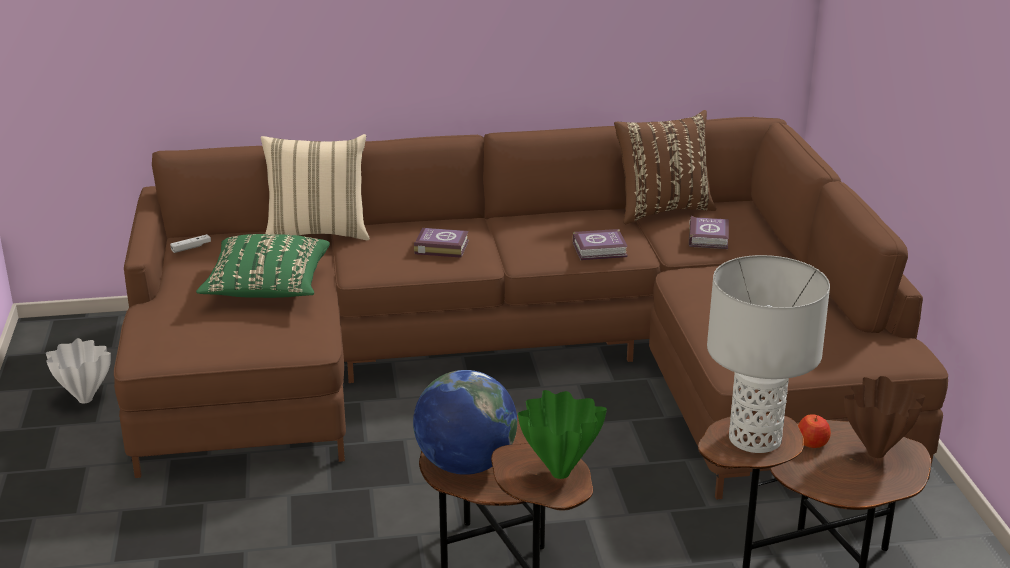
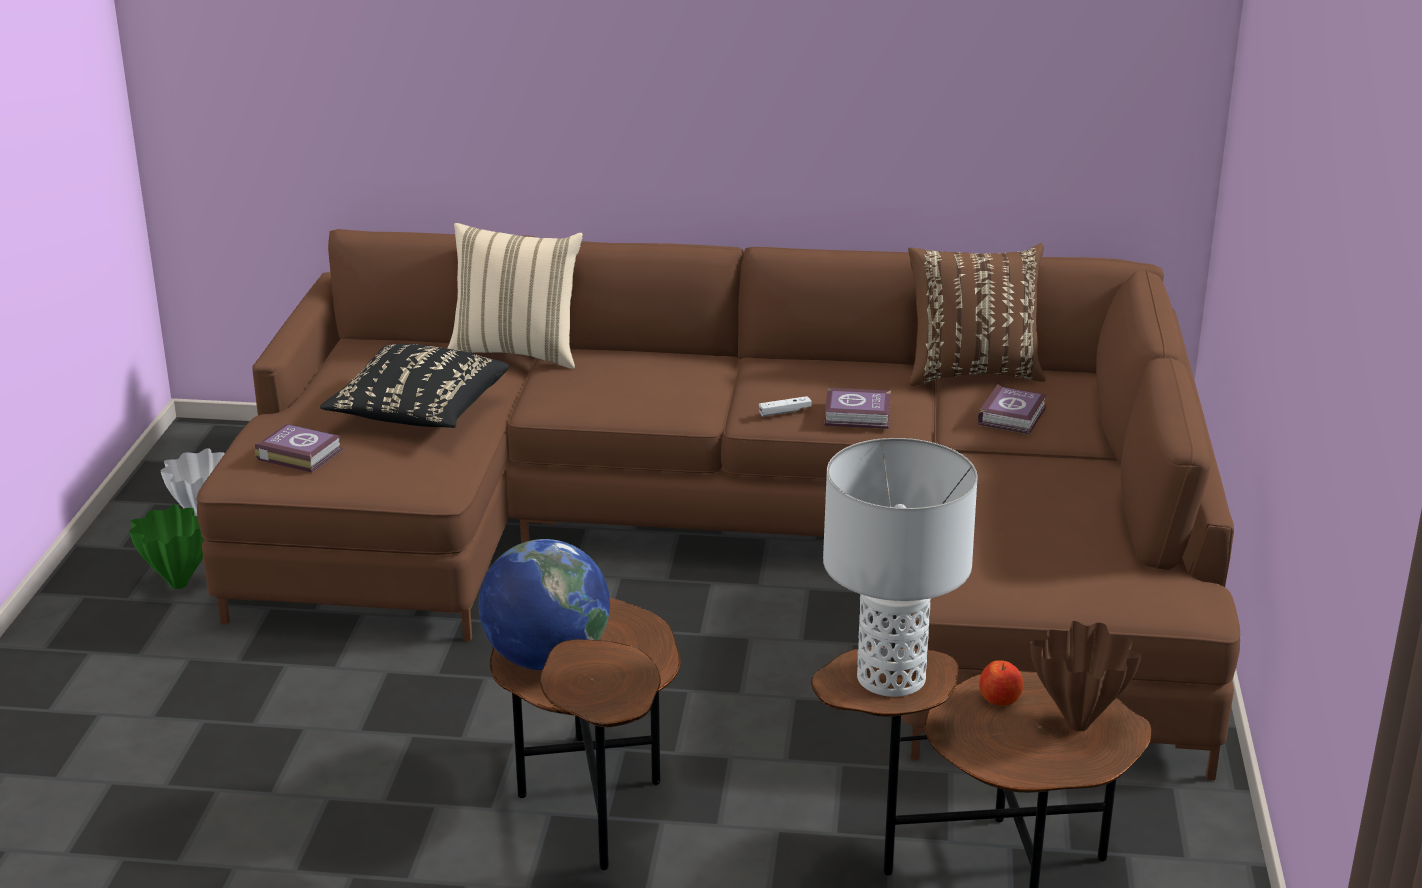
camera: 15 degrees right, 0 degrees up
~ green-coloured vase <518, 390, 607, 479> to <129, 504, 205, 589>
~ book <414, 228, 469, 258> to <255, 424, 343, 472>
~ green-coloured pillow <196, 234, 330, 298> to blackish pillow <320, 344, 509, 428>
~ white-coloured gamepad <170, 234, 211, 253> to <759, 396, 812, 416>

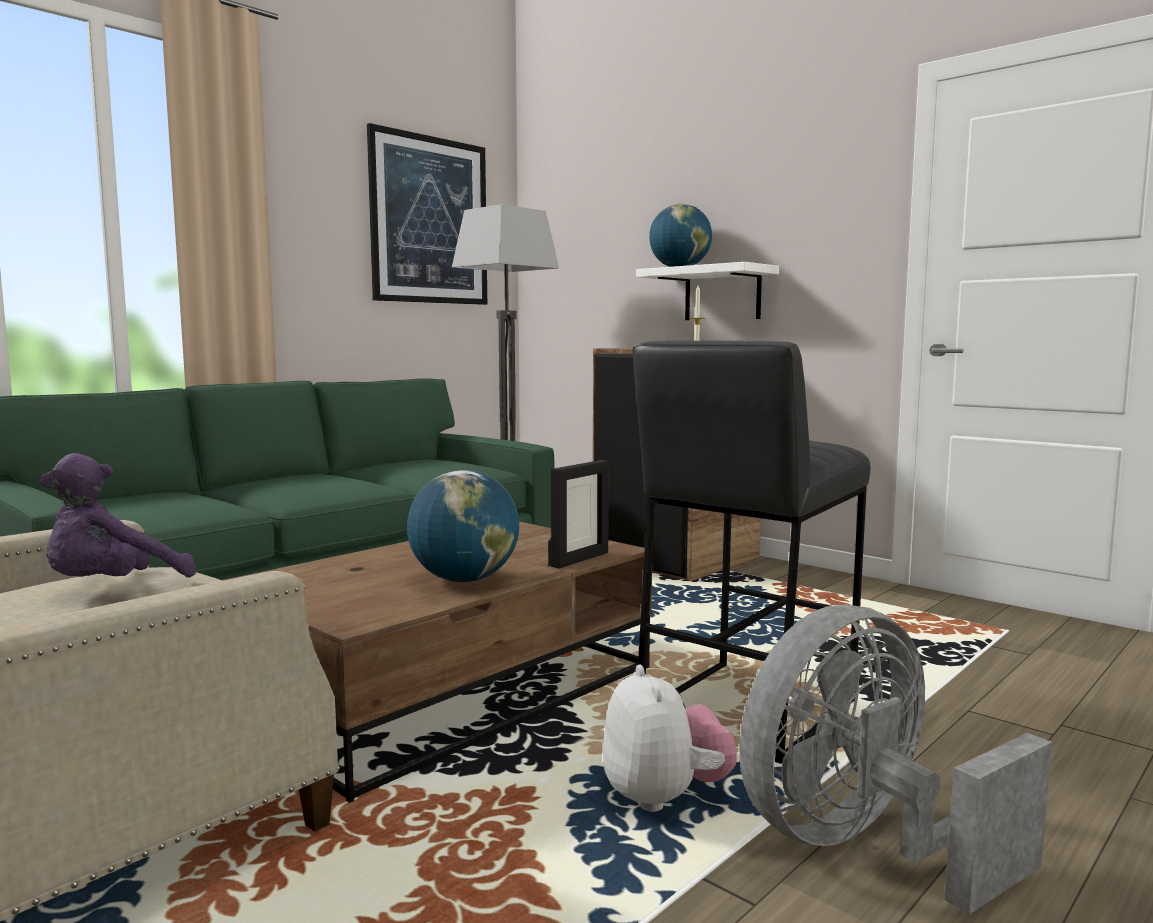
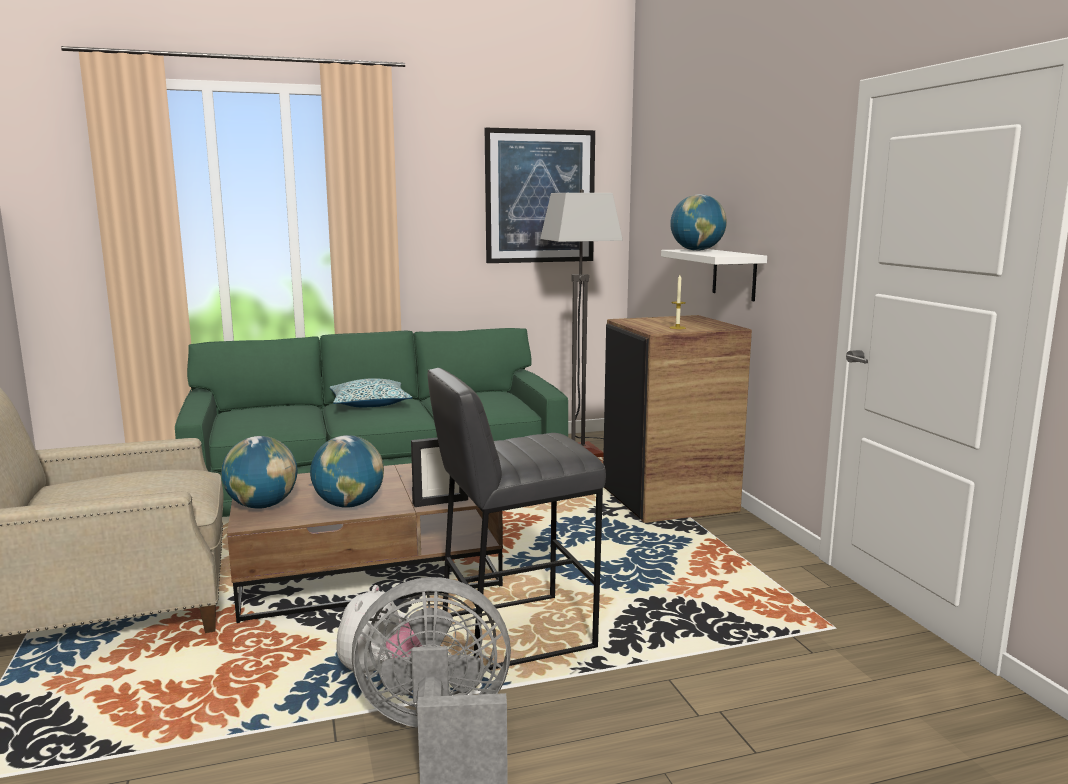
camera: 30 degrees right, 5 degrees up
+ globe <221, 436, 297, 509>
+ pillow <329, 378, 413, 407>
- purplish plush toy <39, 453, 196, 578>

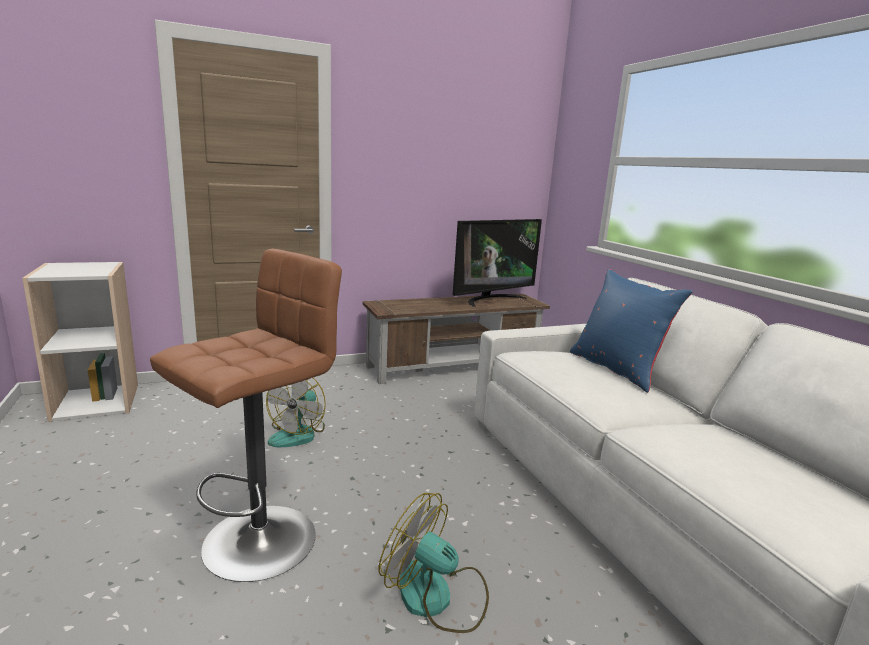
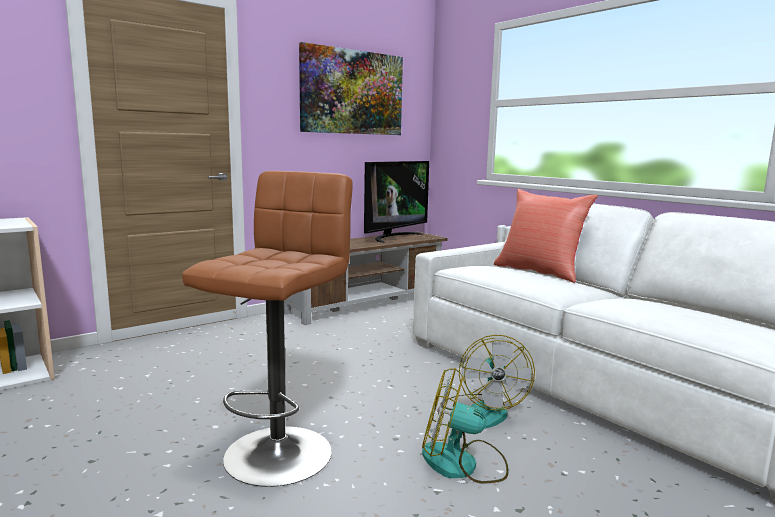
camera: 15 degrees left, 5 degrees down
+ wall art <299, 42, 403, 135>
~ electric fan <266, 378, 326, 447> to <440, 335, 535, 429>
~ bluish pillow <570, 269, 693, 393> to red pillow <494, 189, 598, 283>

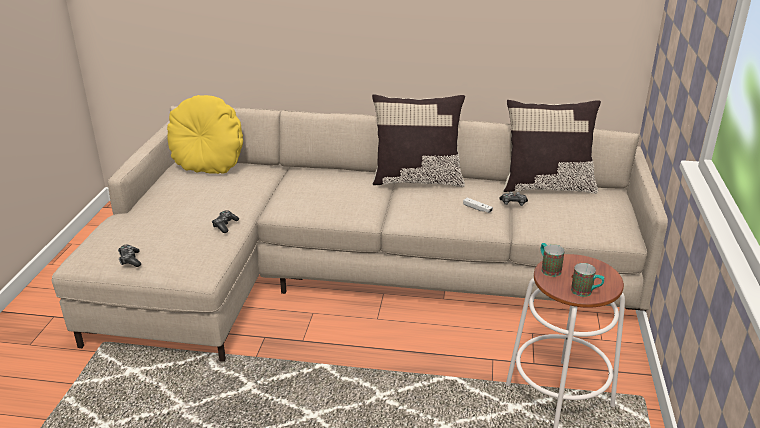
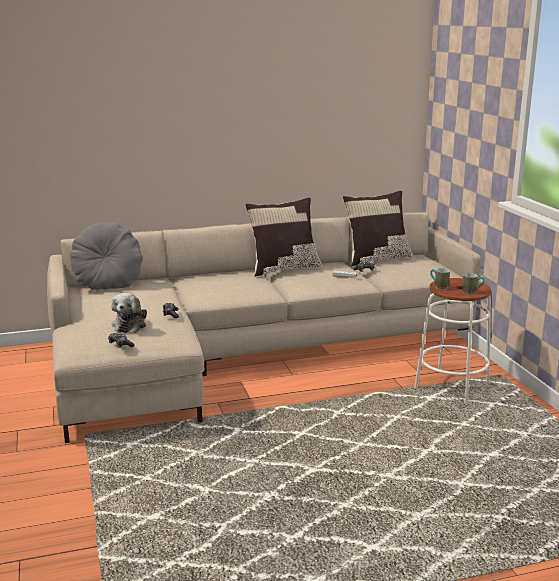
camera: 25 degrees left, 10 degrees down
~ yellowish pillow <167, 95, 243, 174> to gray pillow <70, 222, 143, 290>
+ plush toy <111, 293, 147, 333>

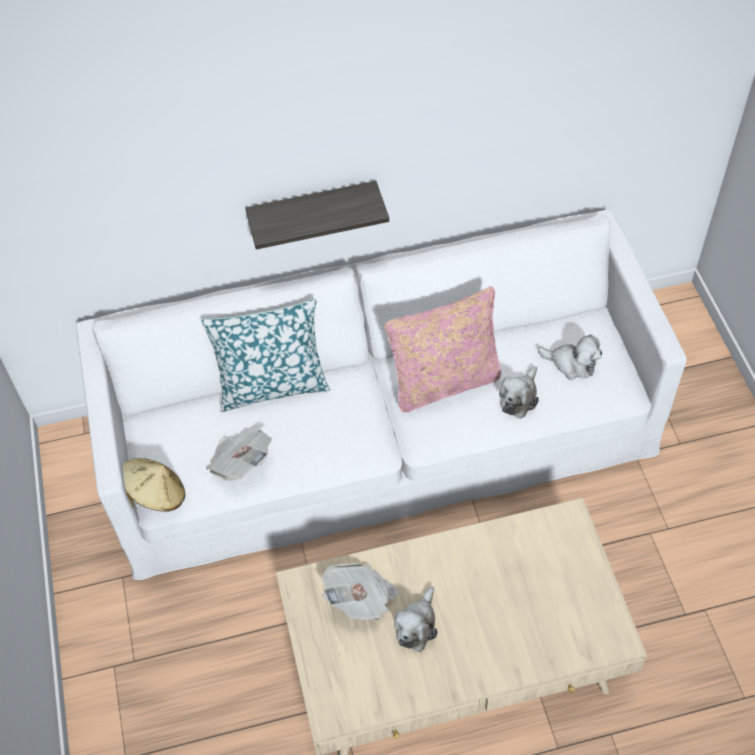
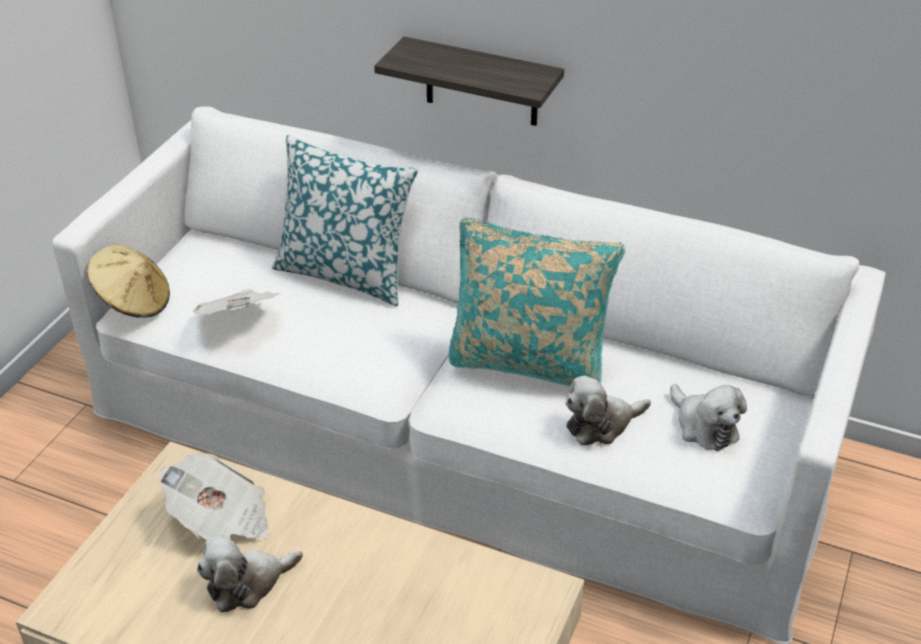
camera: 35 degrees right, 15 degrees down
~ pink-coloured pillow <384, 286, 501, 412> to turquoise-coloured pillow <448, 217, 625, 387>

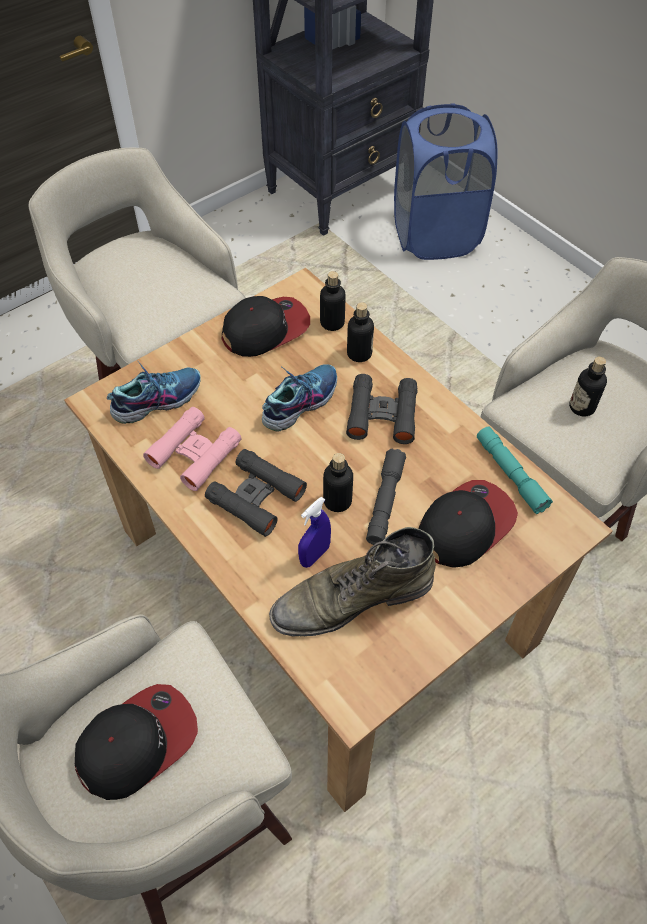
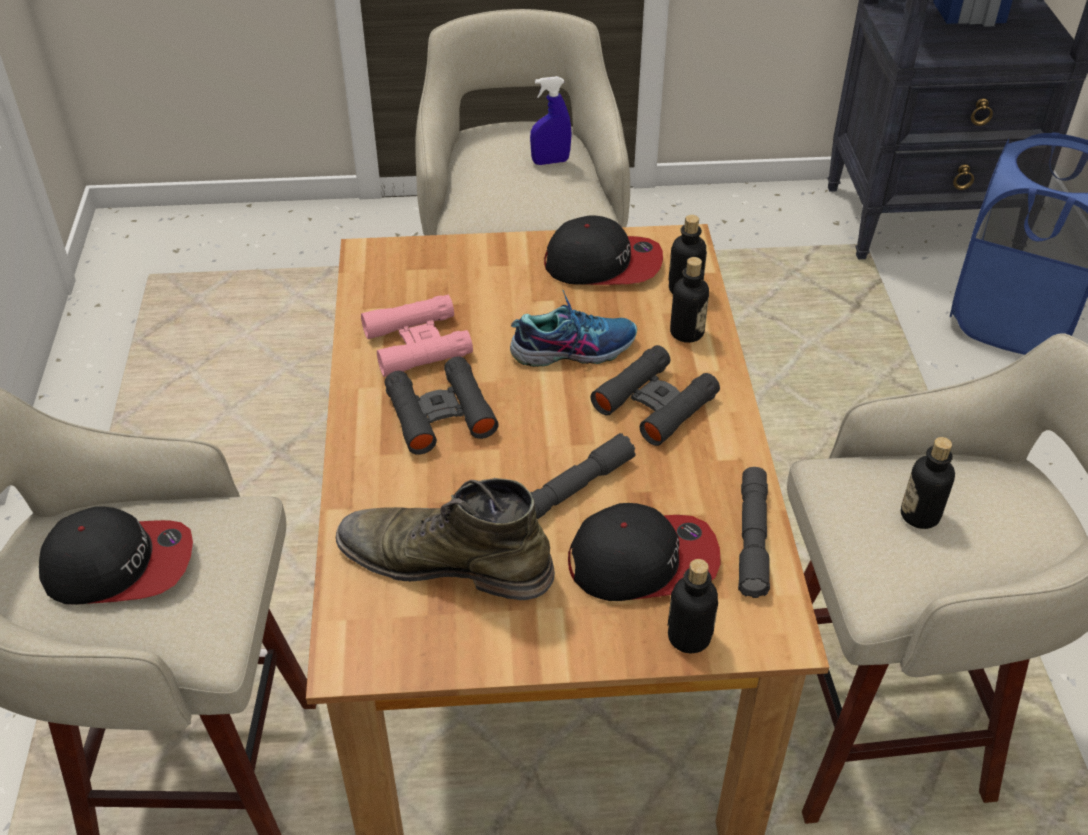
camera: 35 degrees right, 10 degrees down
~ bluish spray bottle <298, 497, 331, 568> to <530, 76, 572, 165>
~ drink bottle <323, 453, 353, 512> to <668, 559, 718, 654>
~ turquoise-coloured torch <477, 427, 553, 514> to gray torch <738, 467, 770, 598>
- low shoe <107, 361, 201, 424>

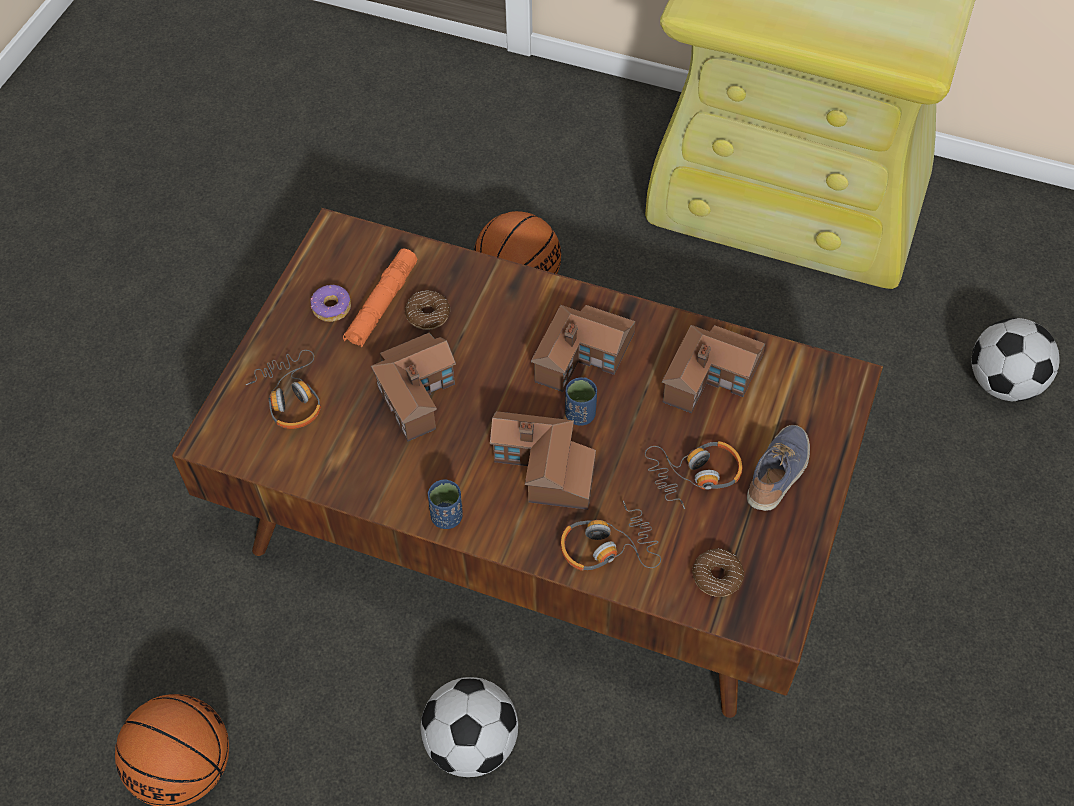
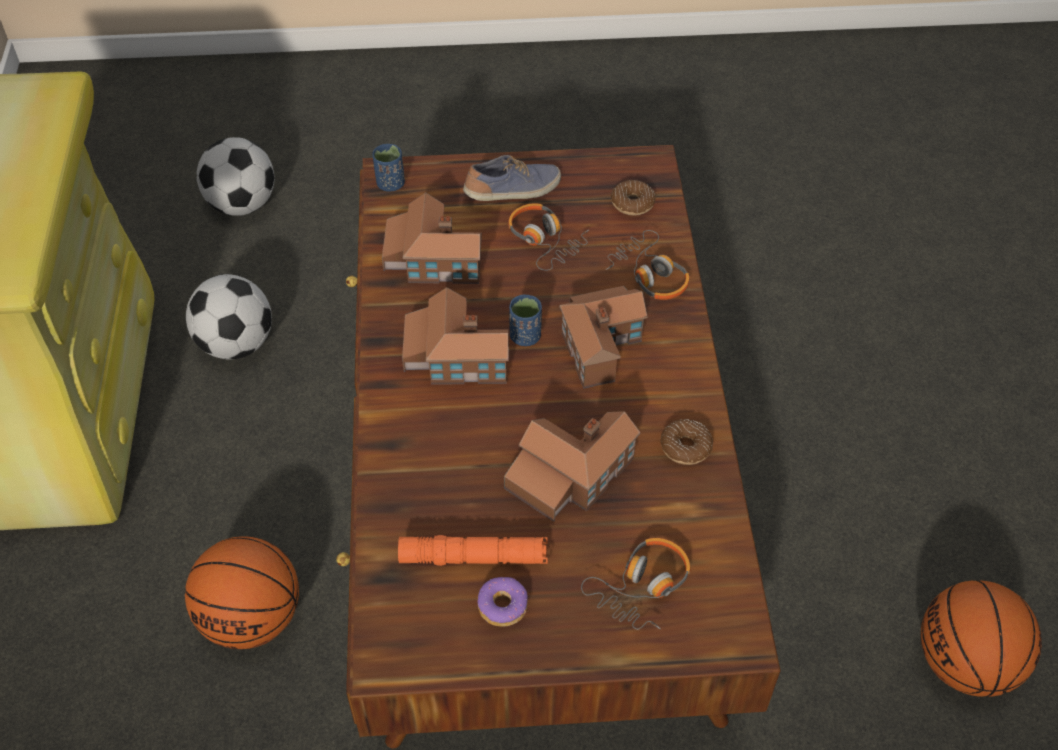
camera: 115 degrees left, 5 degrees down
~ football ball <421, 677, 518, 777> to <186, 274, 272, 360>
~ bluish small cup <428, 480, 463, 529> to <372, 144, 405, 192>
~ low shoe <747, 425, 810, 511> = <463, 155, 561, 201> 150 degrees clockwise
~ ring doughnut <405, 290, 450, 330> to <661, 419, 713, 465>

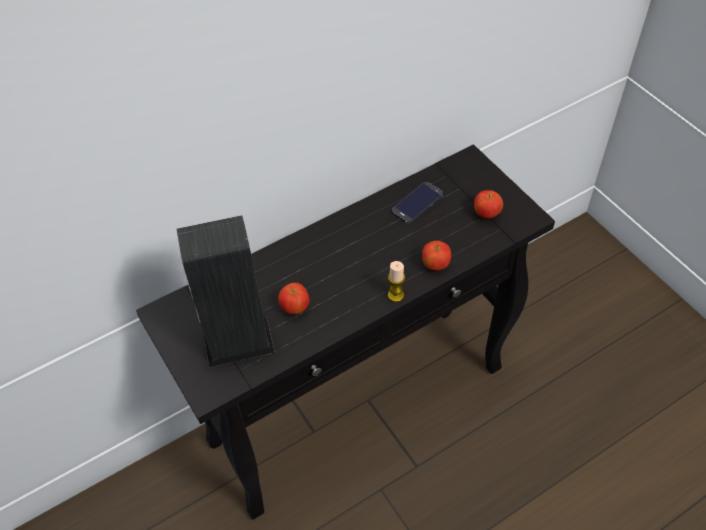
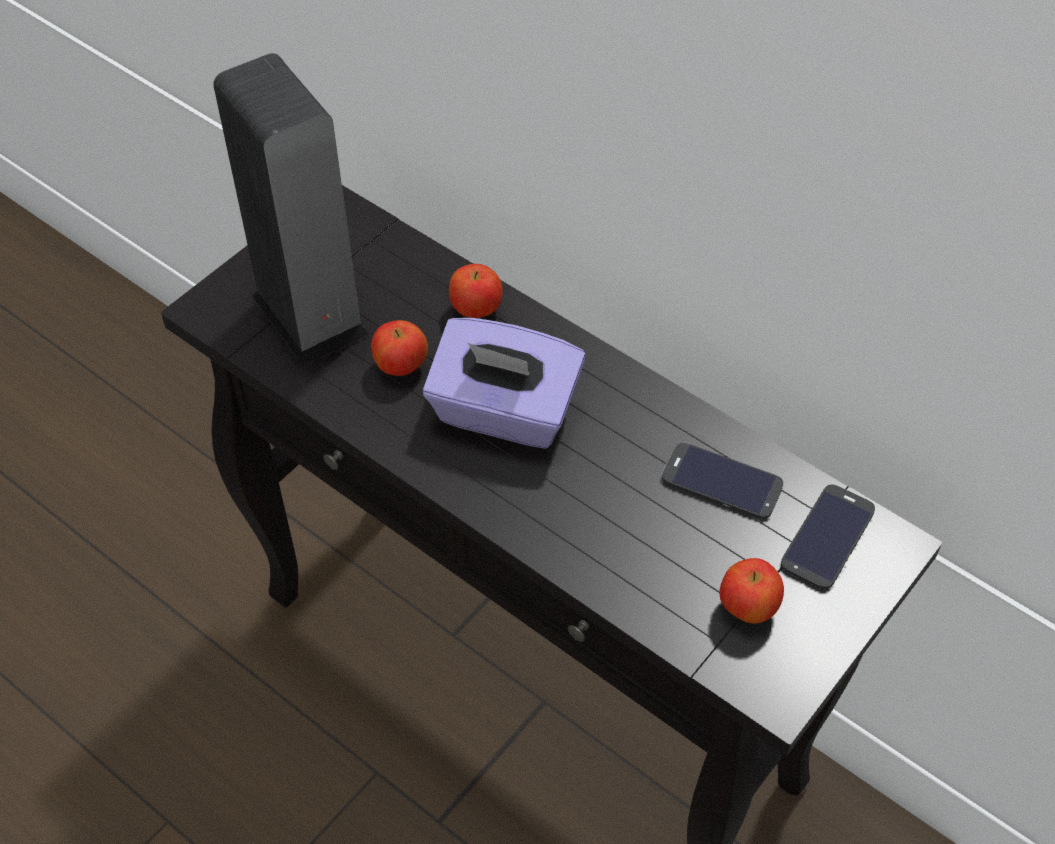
camera: 70 degrees right, 0 degrees up
+ purplish box of tissues <423, 318, 586, 449>
~ apple <422, 241, 451, 270> to <449, 264, 503, 318>
+ telephone <781, 484, 875, 590>
- wax candle <388, 261, 405, 302>

